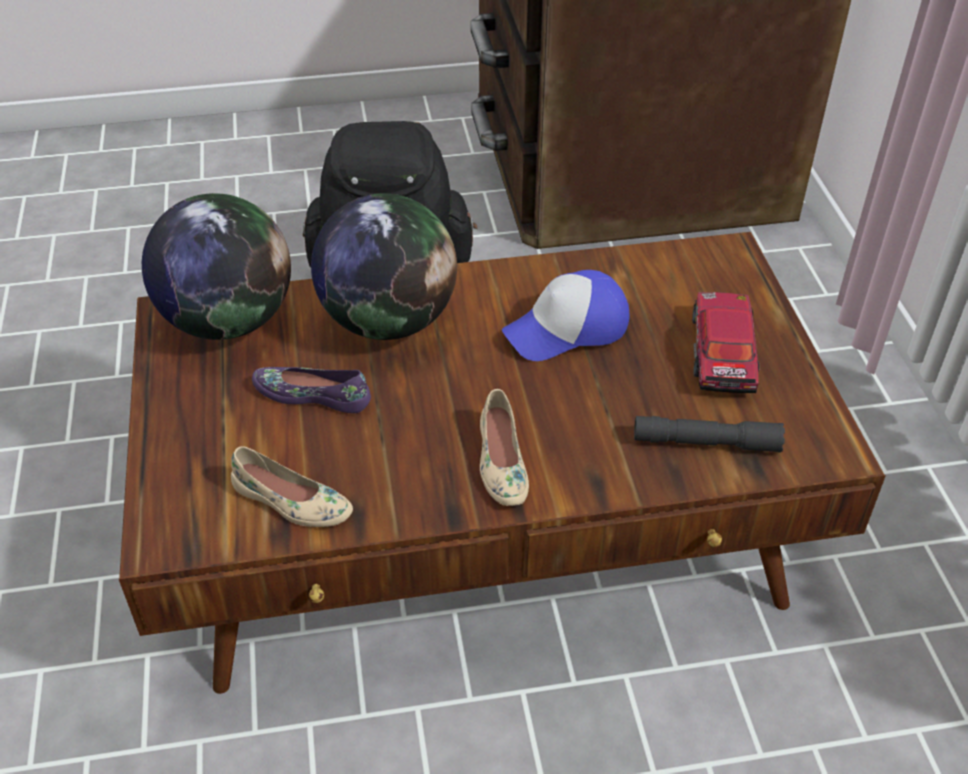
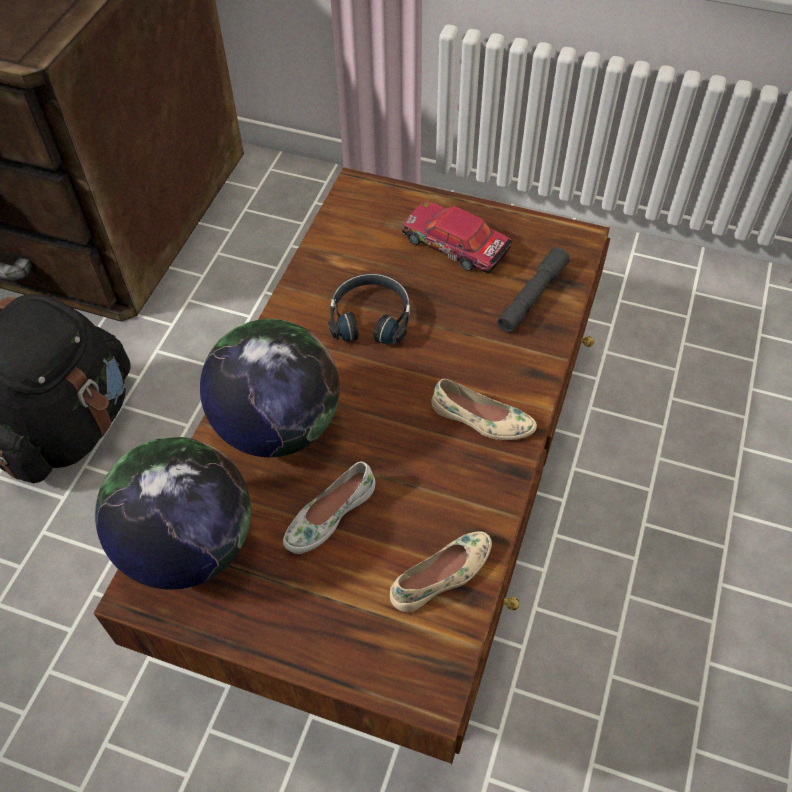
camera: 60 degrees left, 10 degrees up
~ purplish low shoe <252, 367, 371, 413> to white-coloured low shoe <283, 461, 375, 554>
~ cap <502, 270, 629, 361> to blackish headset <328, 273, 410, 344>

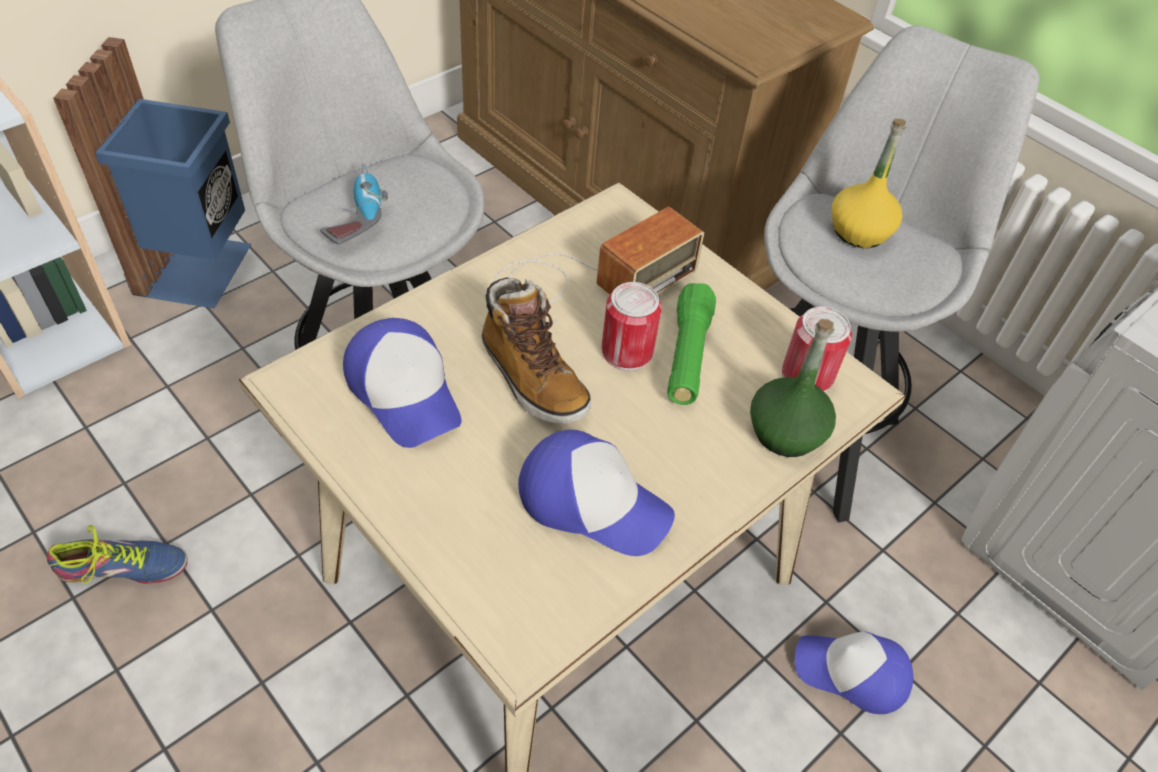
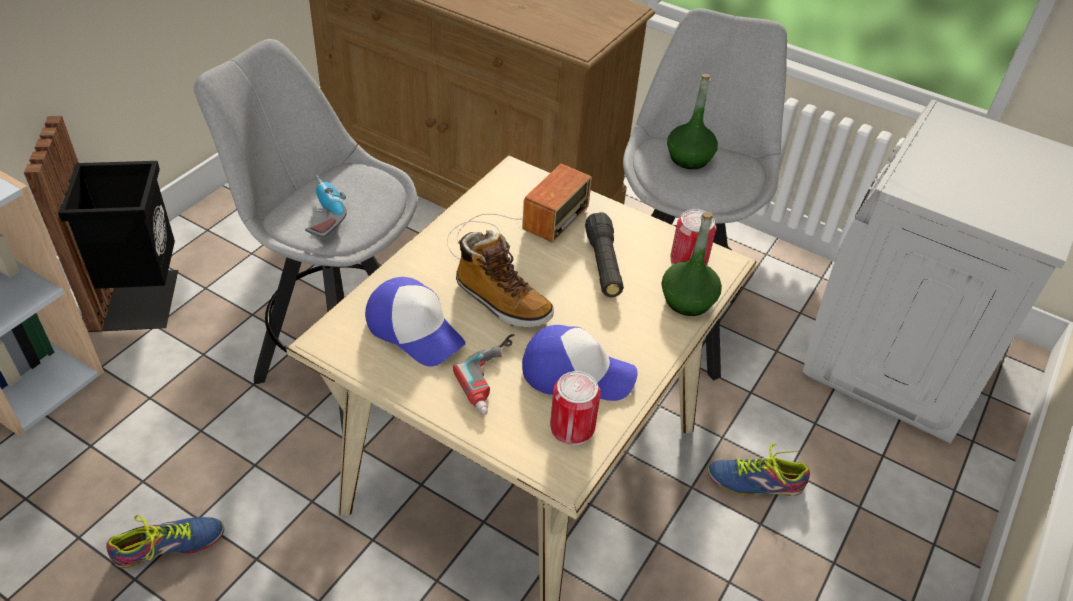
camera: 15 degrees left, 5 degrees down
~ bluish trash can <53, 37, 252, 309> to blackish trash can <24, 116, 178, 332>
+ drill <453, 334, 515, 415>
~ sealed can <602, 282, 662, 371> to <550, 371, 601, 446>
~ green-coloured torch <667, 283, 716, 405> to blackish torch <585, 212, 624, 297>
~ yellowish drink bottle <832, 118, 907, 248> to green-coloured drink bottle <667, 74, 718, 169>
~ cap <795, 631, 913, 714> to low shoe <707, 443, 810, 496>

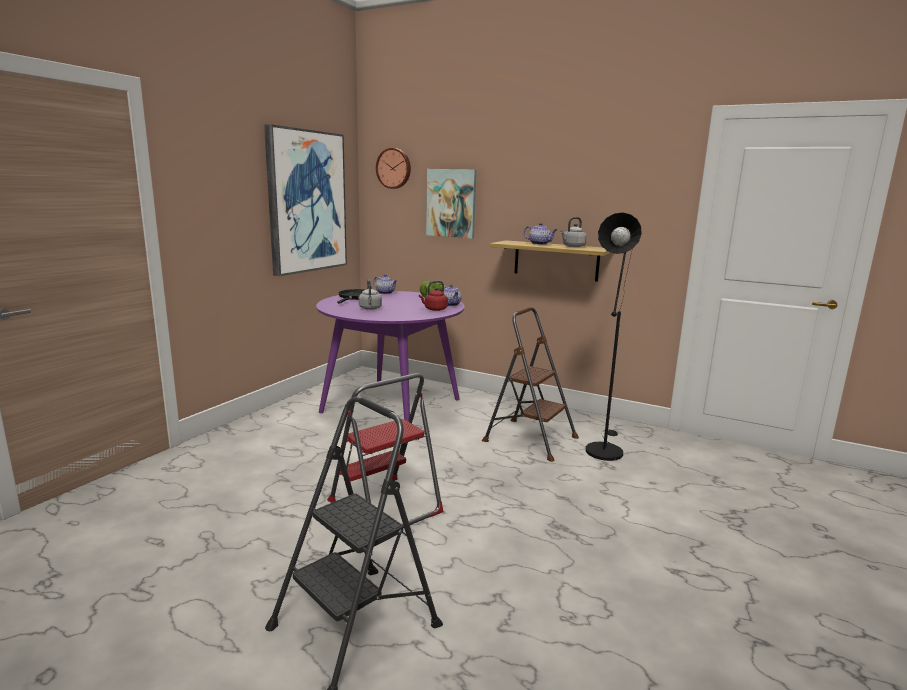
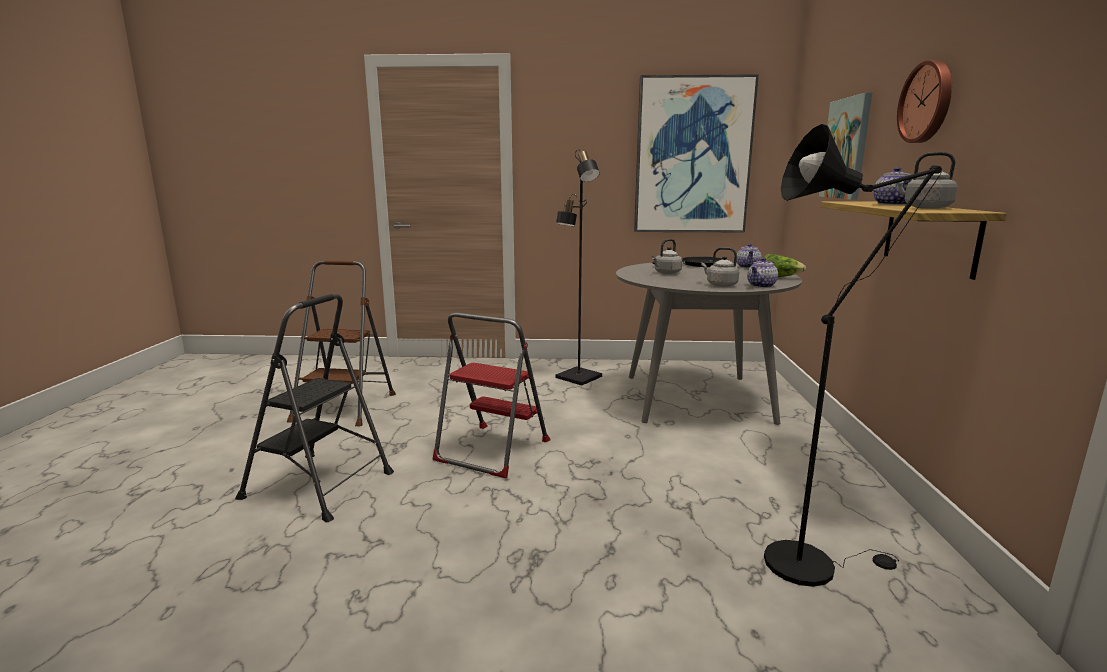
camera: 65 degrees right, 0 degrees up
~ brown-coloured stepladder <482, 307, 579, 462> to <287, 260, 396, 427>
+ blackish standing lamp <555, 149, 602, 385>
~ purplish kitchen table <316, 291, 465, 421> to gray kitchen table <616, 261, 802, 425>
~ red water kettle <419, 281, 448, 311> to gray water kettle <701, 247, 739, 287>
~ wall clock <376, 148, 411, 189> to <897, 60, 952, 143>

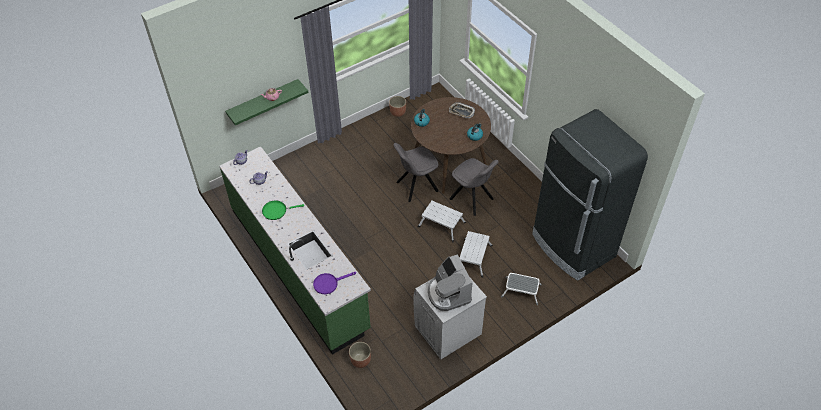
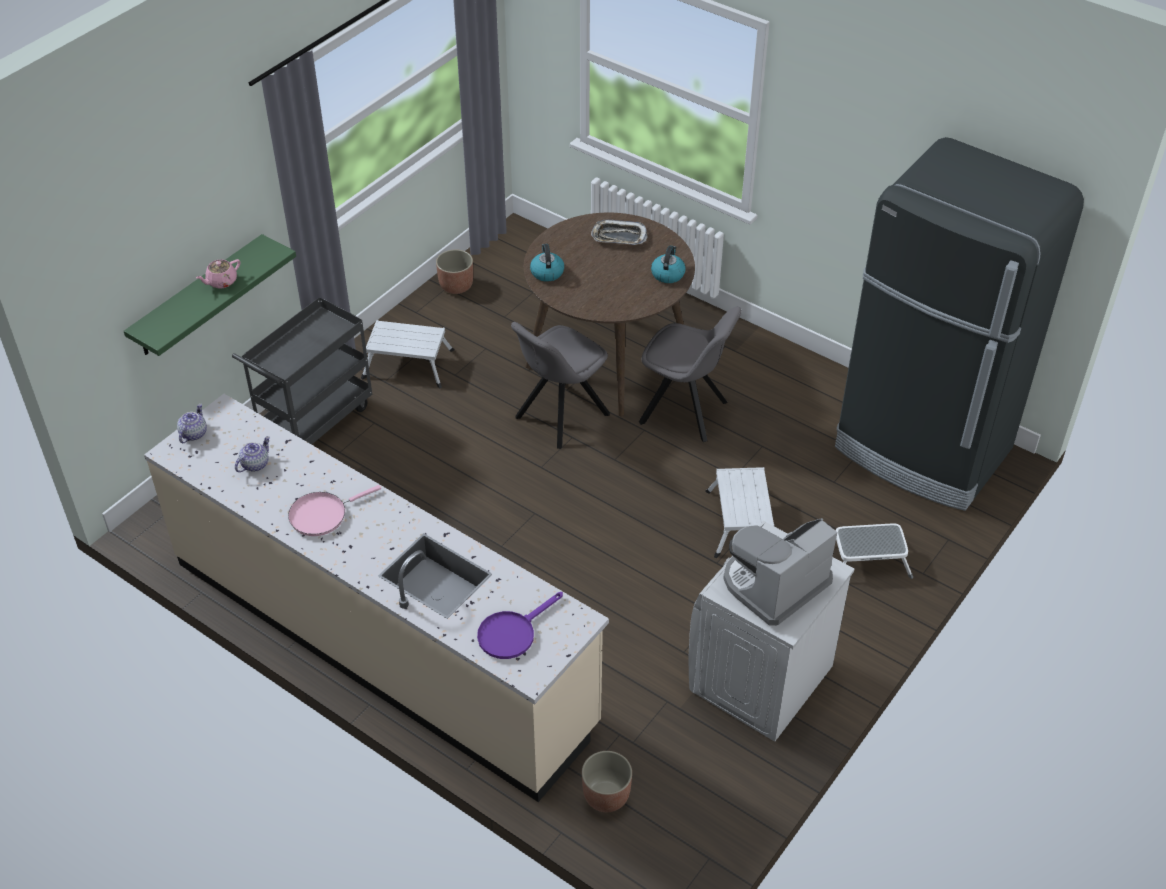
camera: 20 degrees left, 5 degrees down
~ green-coloured kitchen counter <219, 147, 371, 355> to sand-coloured kitchen counter <144, 394, 609, 802>
+ gray wheeled cart <232, 297, 372, 445>
~ green-coloured pan <262, 200, 304, 220> to pink-coloured pan <288, 485, 381, 536>
~ white-coloured stepladder <417, 200, 466, 242> to <361, 320, 454, 389>
~ coffee brewer <428, 254, 472, 311> = <723, 518, 837, 626> 90 degrees clockwise

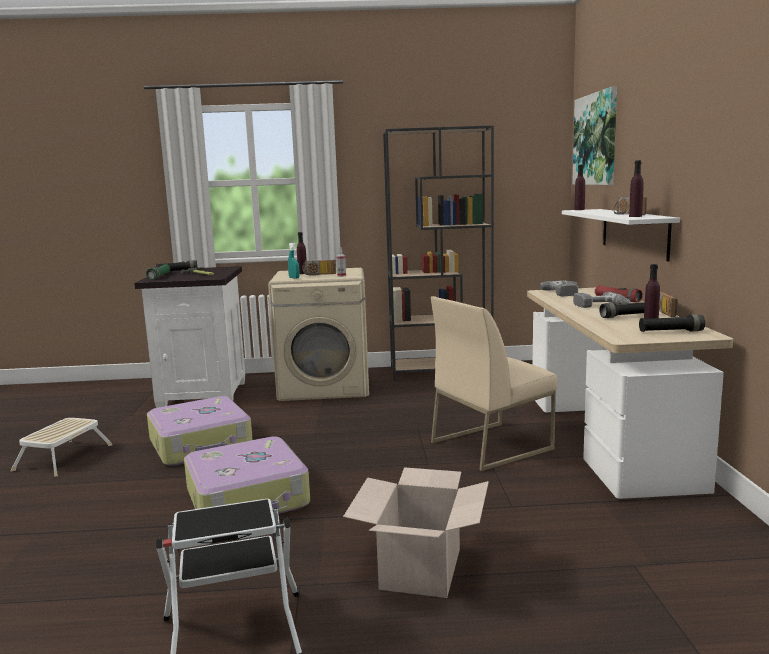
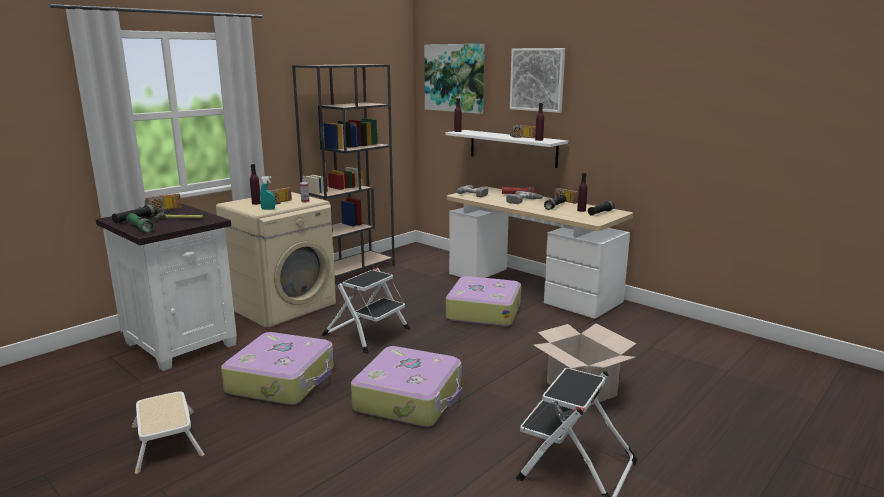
camera: 45 degrees left, 5 degrees up
+ radio set <144, 193, 182, 212>
+ stepladder <321, 267, 410, 354>
~ sand-coloured plain chair <431, 296, 557, 471> to piece of luggage <446, 276, 521, 327>
+ wall art <510, 48, 565, 113>

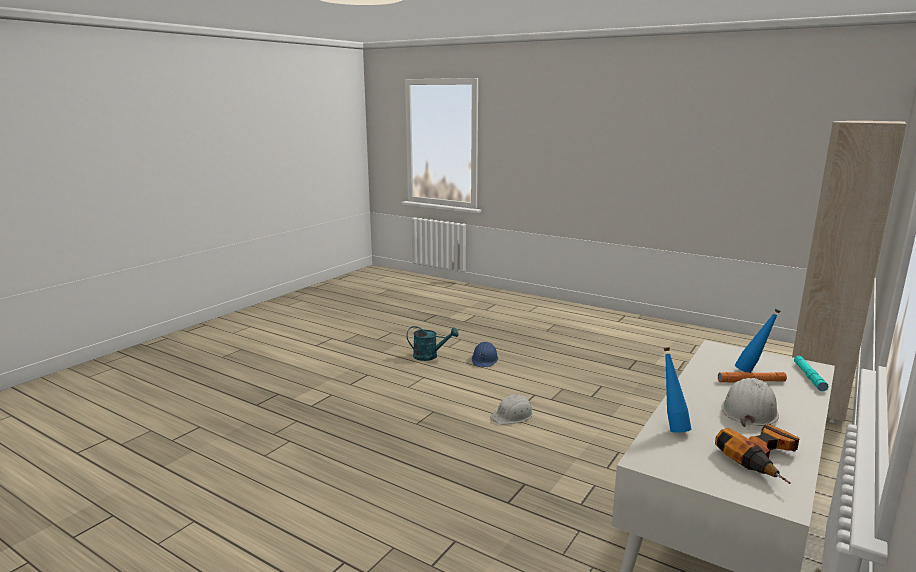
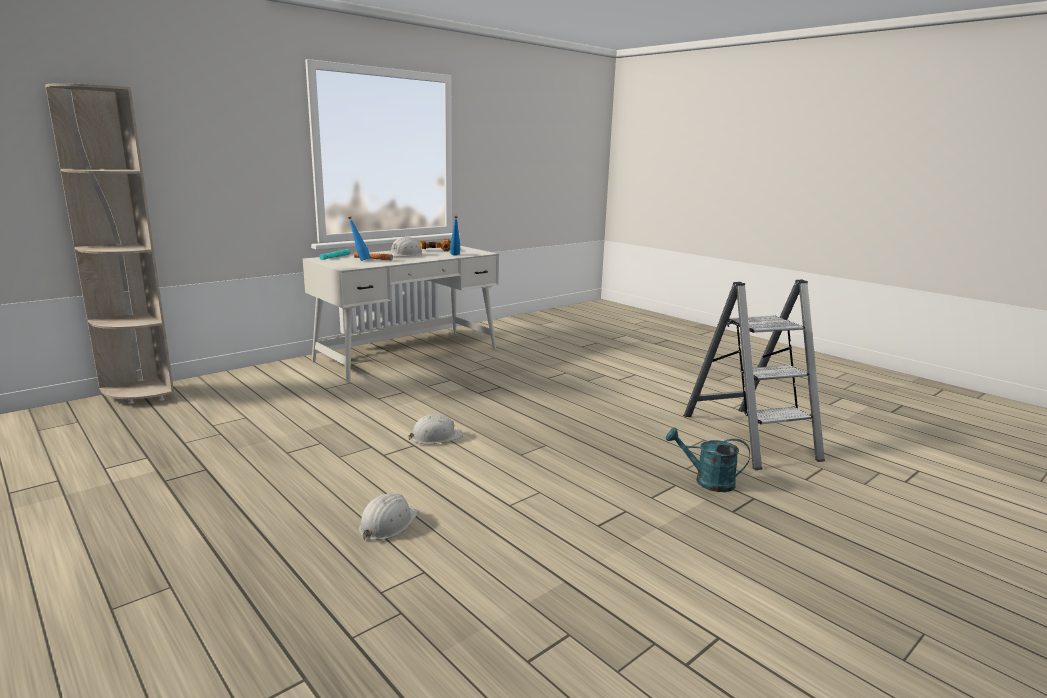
camera: 165 degrees left, 0 degrees up
~ bluish safety helmet <472, 342, 498, 367> to white-coloured safety helmet <359, 493, 418, 541>
~ turquoise-coloured watering pot <407, 326, 459, 361> to <666, 428, 750, 492>
+ gray stepladder <683, 280, 825, 470>

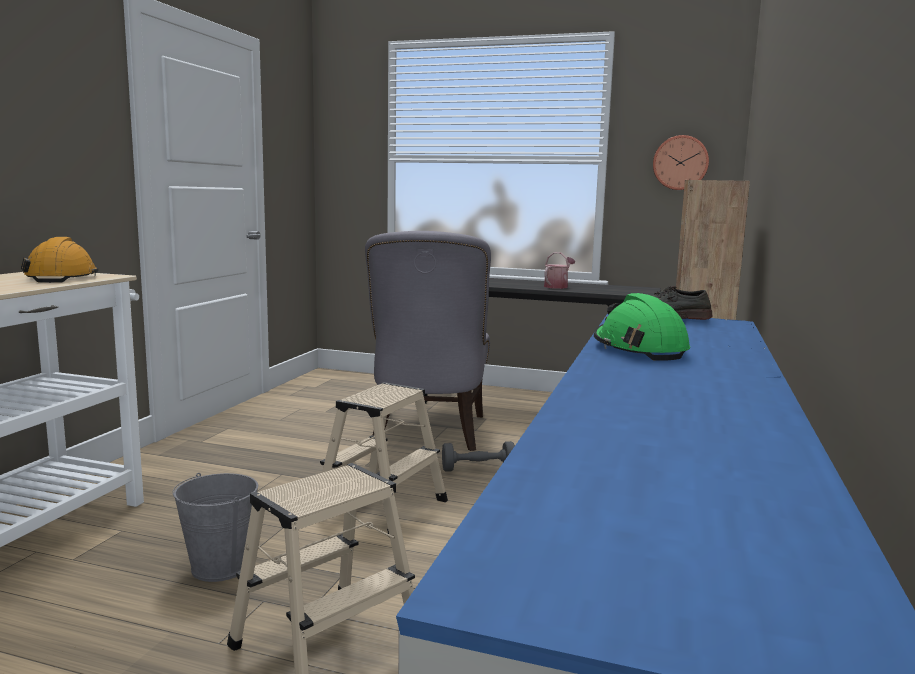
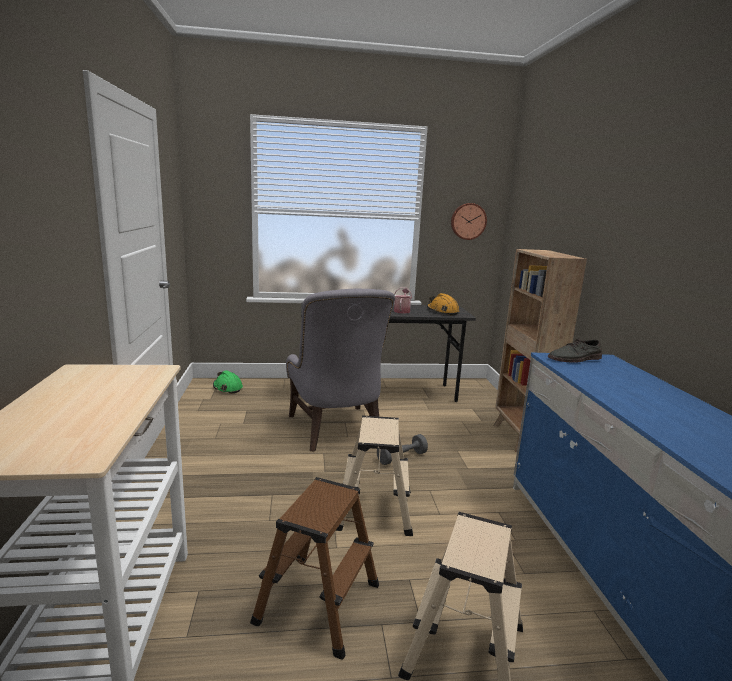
camera: 25 degrees left, 5 degrees up
~ green-coloured safety helmet <594, 293, 690, 361> to <213, 370, 243, 394>
~ gray pail <173, 473, 258, 582> to brown-coloured stepladder <250, 477, 379, 660>
~ orange safety helmet <21, 237, 99, 283> to <427, 293, 459, 315>

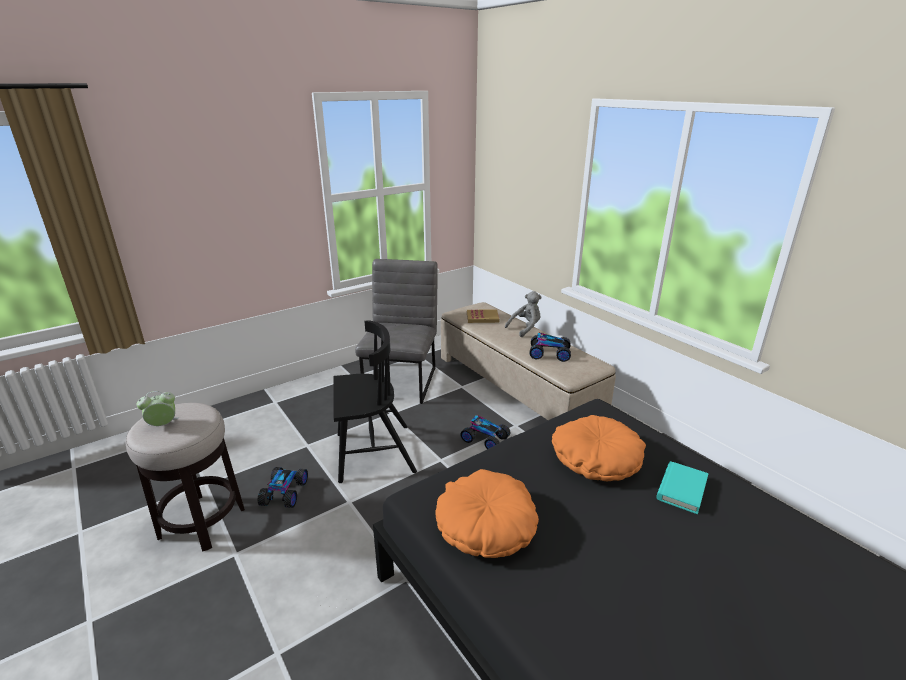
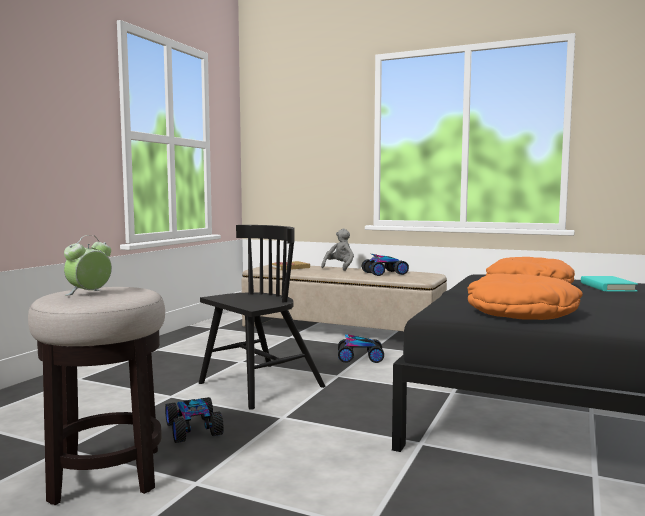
camera: 30 degrees left, 20 degrees down
- gray plain chair <355, 259, 438, 404>

